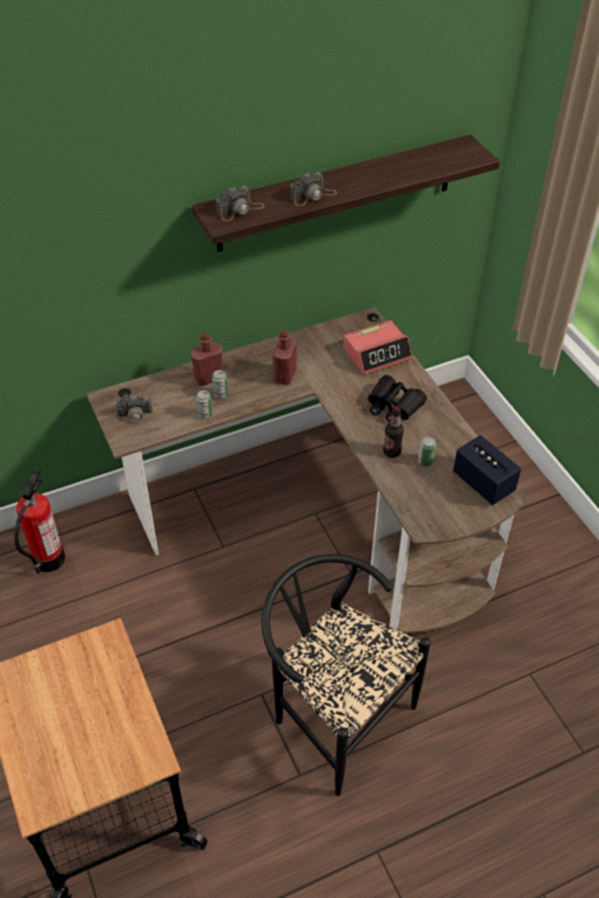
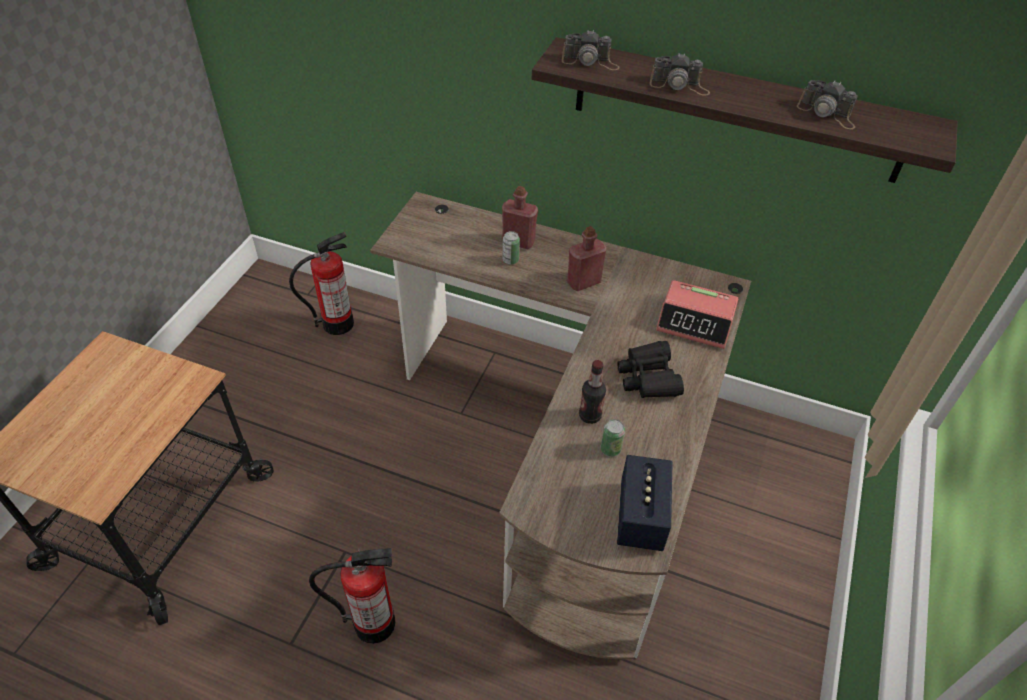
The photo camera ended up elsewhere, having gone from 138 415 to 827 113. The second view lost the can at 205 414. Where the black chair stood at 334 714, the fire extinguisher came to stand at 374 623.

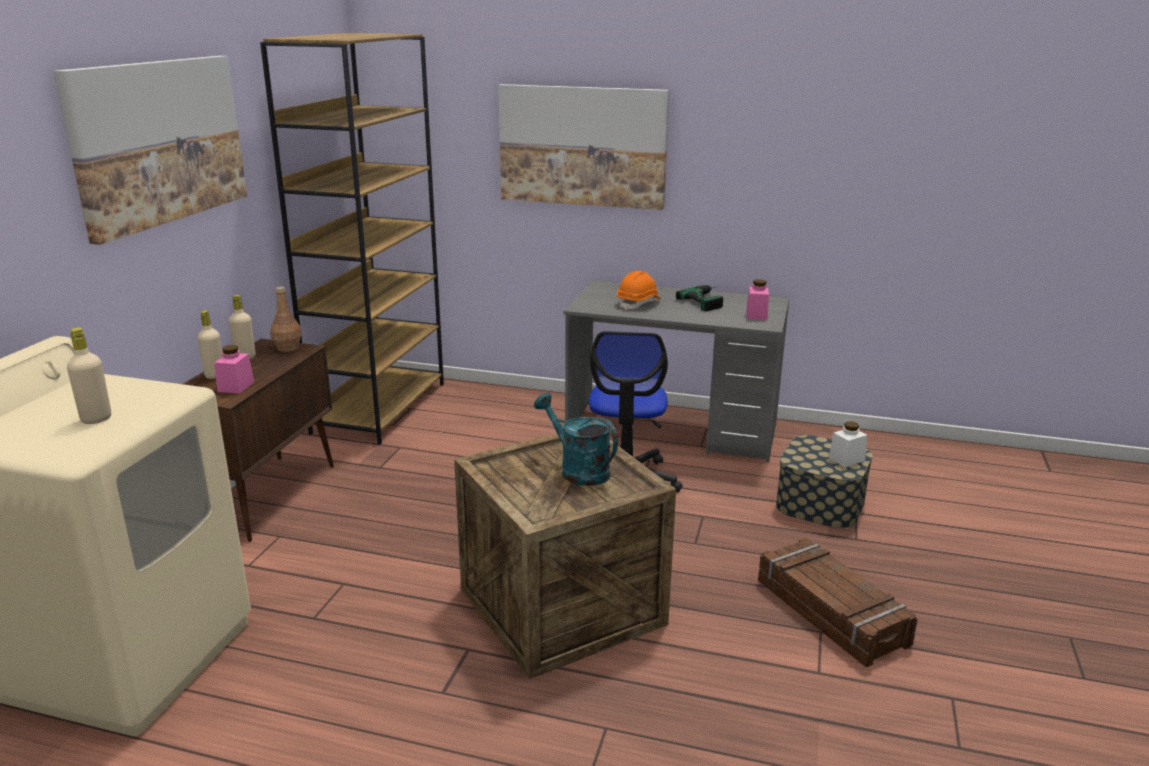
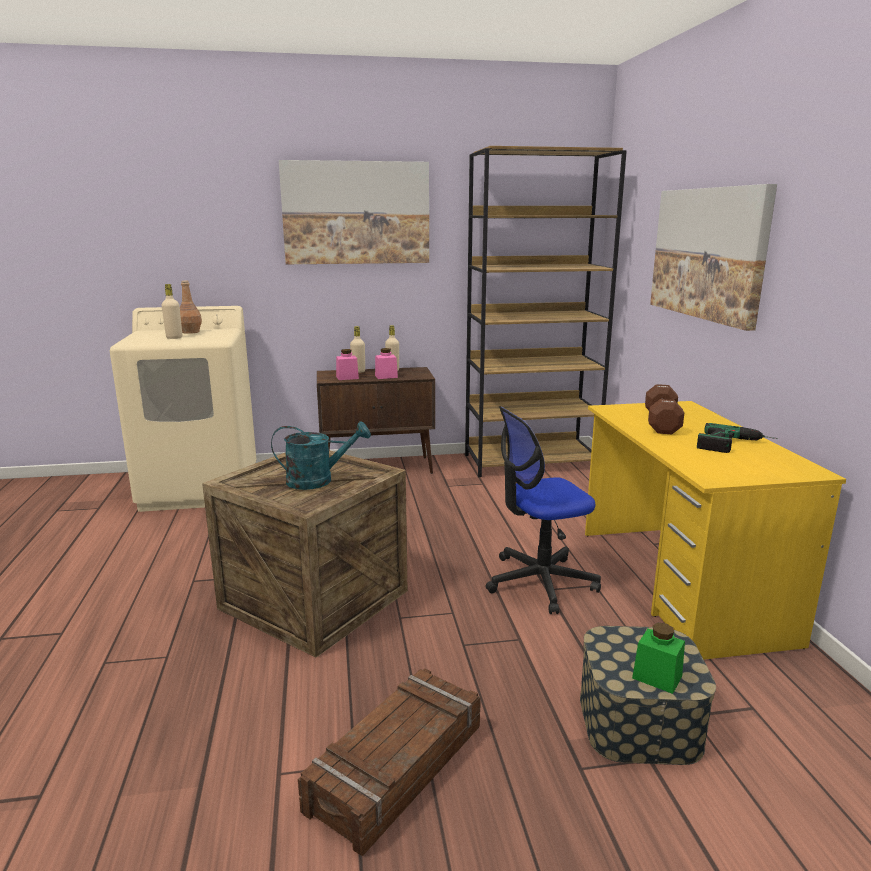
The brown bottle ended up elsewhere, having gone from 288 348 to 191 332. The turquoise watering can at 578 469 ended up facing another way, 60 degrees clockwise from before. What was the grey desk at 672 429 turned into the yellow desk at 679 584. Where the orange hard hat stood at 638 303, the brown dumbbell came to stand at 661 423. The pink jar ended up elsewhere, having gone from 756 315 to 386 376. What was the white jar at 846 459 turned into the green jar at 657 677.

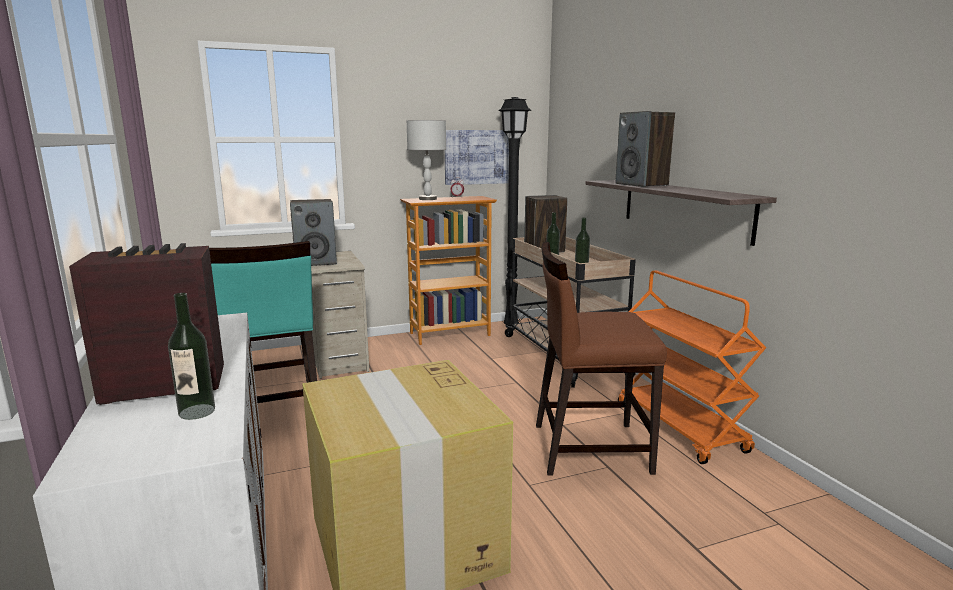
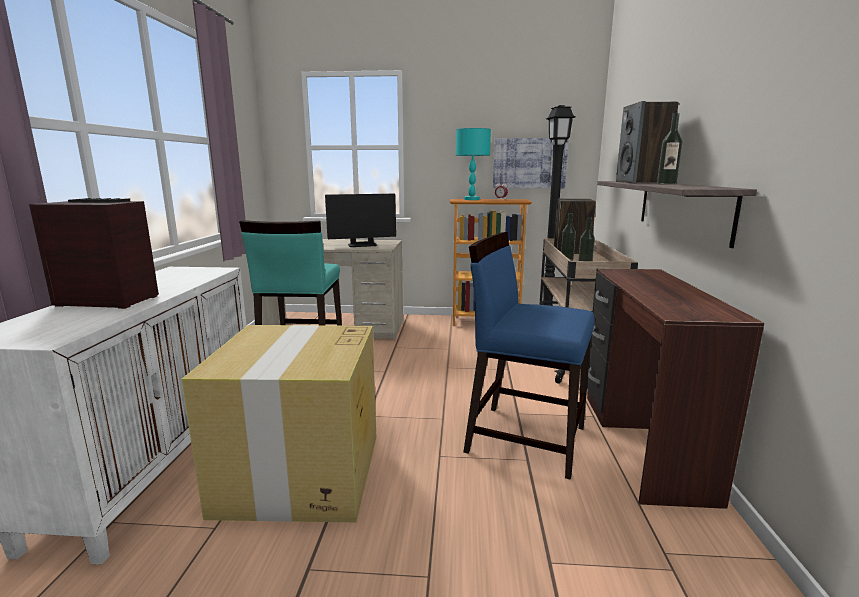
The bottle ended up elsewhere, having gone from 197 411 to 666 184. Where the speaker stood at 316 262, the monitor came to stand at 362 245. What was the grey table lamp at 428 199 turned into the turquoise table lamp at 472 199. What was the brown chair at 589 447 turned into the blue chair at 524 438. Where the orange cart stood at 680 427, the brown desk came to stand at 640 443.

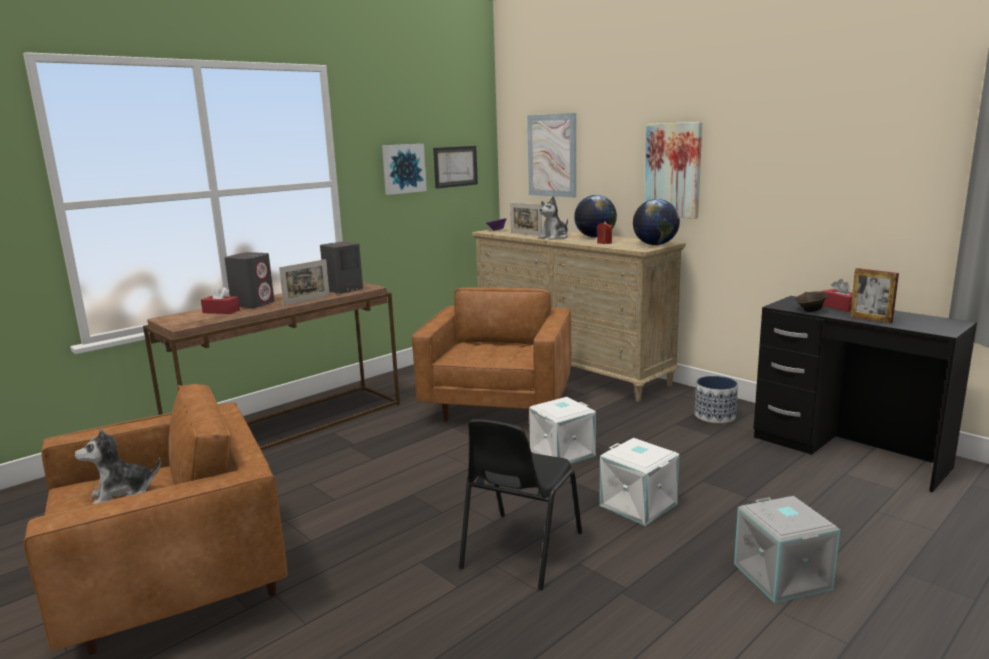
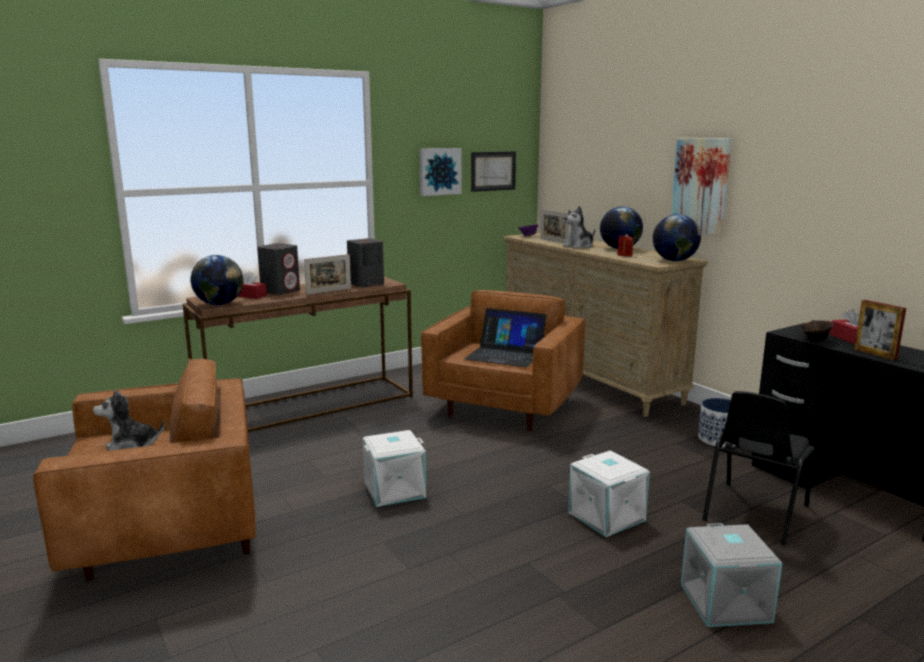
The black chair ended up elsewhere, having gone from 519 551 to 753 513. The second view lost the picture at 552 155. The white storage box ended up elsewhere, having gone from 562 452 to 394 489. The second view gained the globe at 219 304. The second view gained the laptop at 505 354.

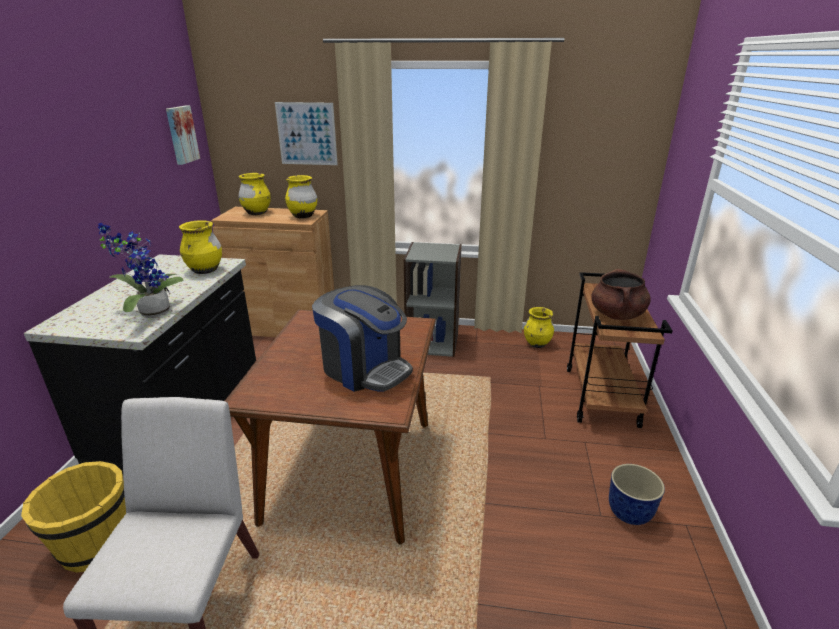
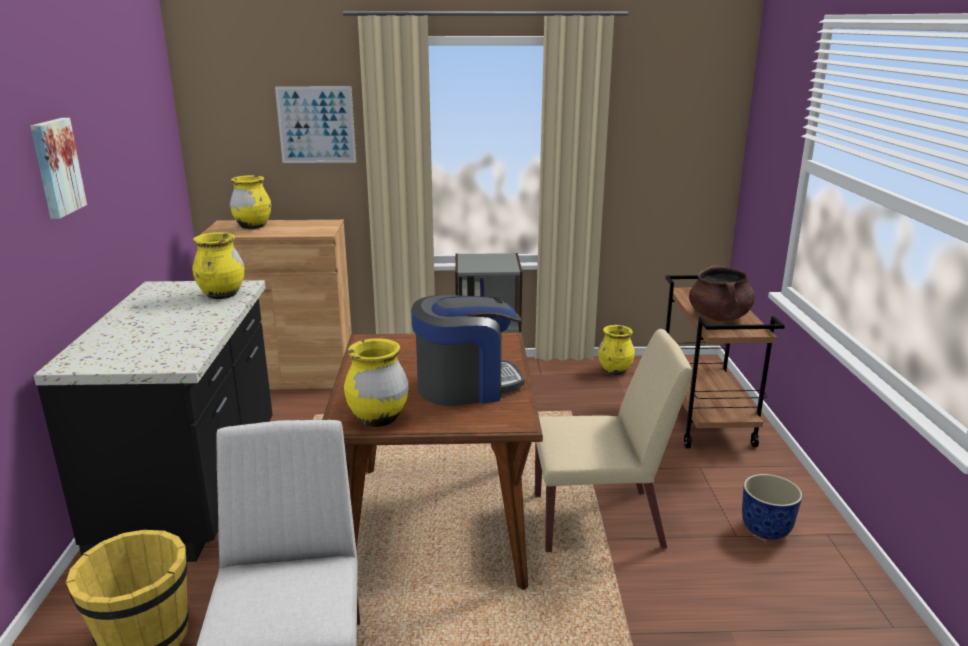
The second view lost the potted plant at 151 313. The picture ended up elsewhere, having gone from 181 134 to 55 167. The yellow vase ended up elsewhere, having gone from 303 216 to 378 419. The coffee machine at 364 369 ended up facing another way, 45 degrees counterclockwise from before. The second view gained the beige chair at 599 521.

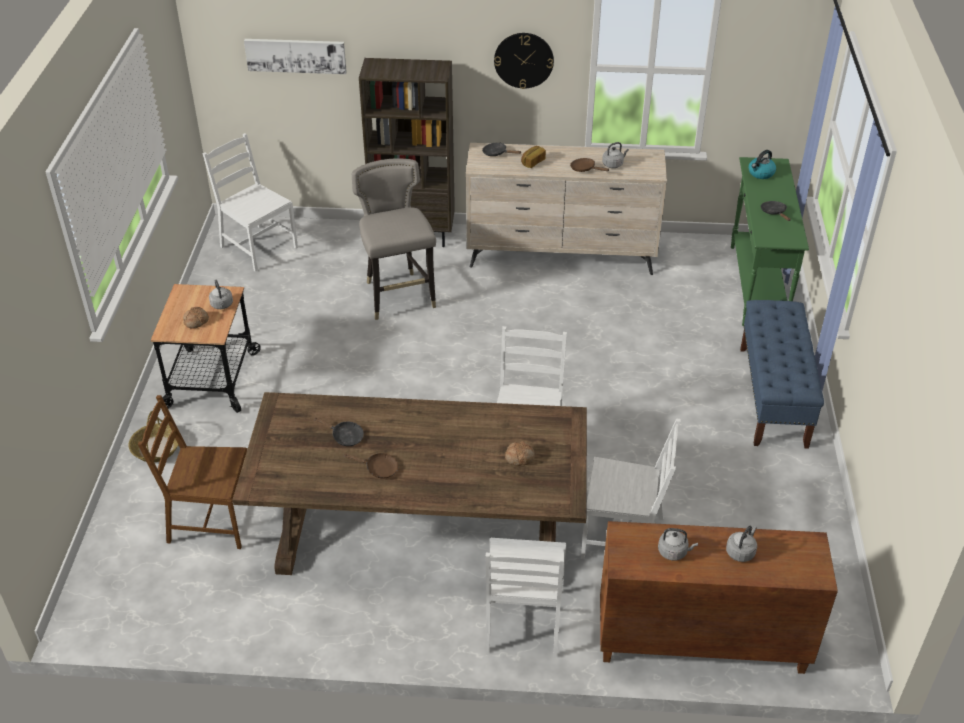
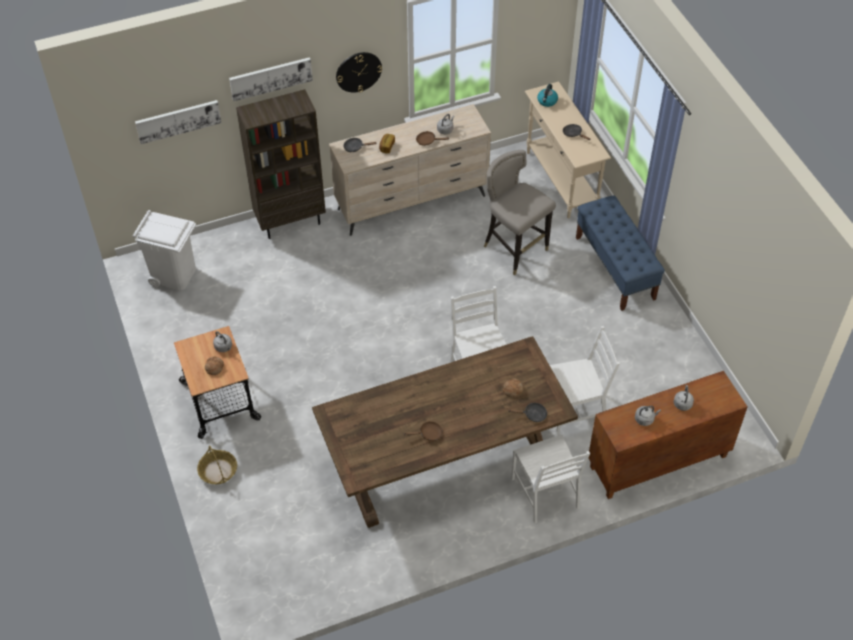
The second view lost the brown chair at 210 520. Where the white chair stood at 257 247, the white trash can came to stand at 174 275. The black frying pan ended up elsewhere, having gone from 344 436 to 532 414. The grey stool ended up elsewhere, having gone from 398 295 to 514 249. What was the green console table at 756 286 turned into the beige console table at 561 181. The second view gained the picture at 270 78.

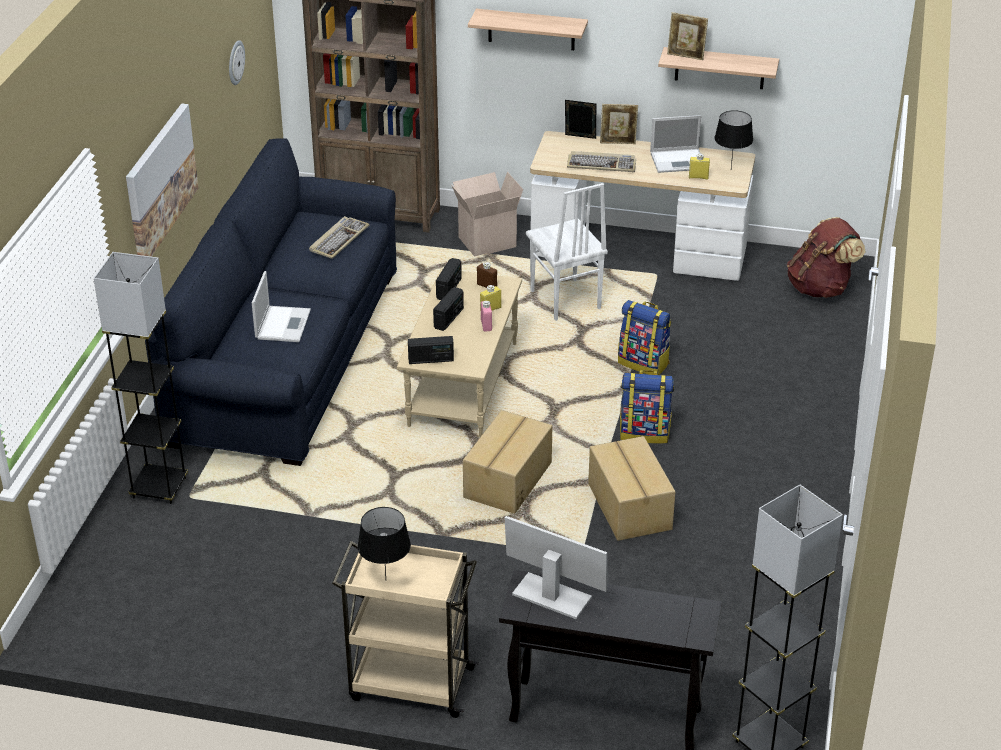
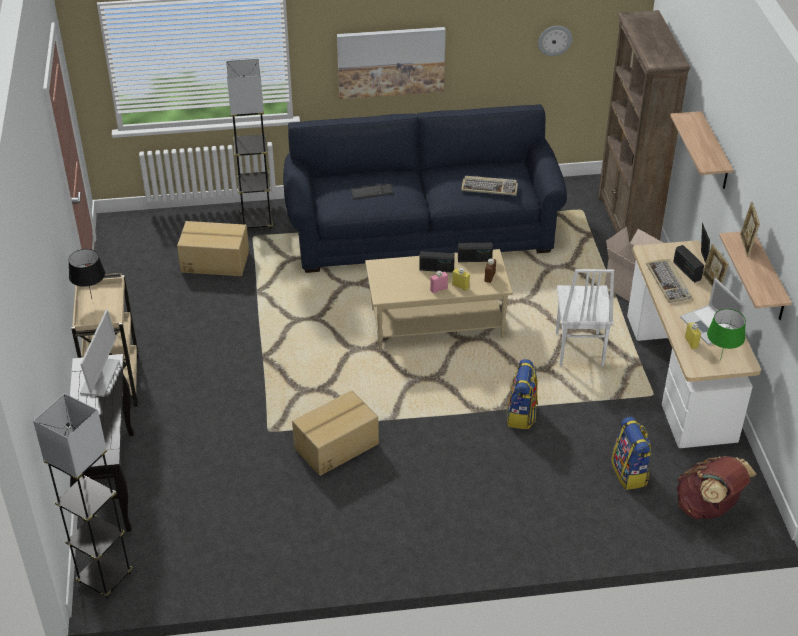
Where the laptop stood at 283 324, the keyboard came to stand at 372 192. The radio ended up elsewhere, having gone from 431 360 to 686 271. The cardboard box ended up elsewhere, having gone from 506 480 to 215 261. The white chair at 564 301 ended up facing another way, 45 degrees counterclockwise from before. The backpack ended up elsewhere, having gone from 645 433 to 630 473. What was the black table lamp at 730 169 turned into the green table lamp at 720 360.

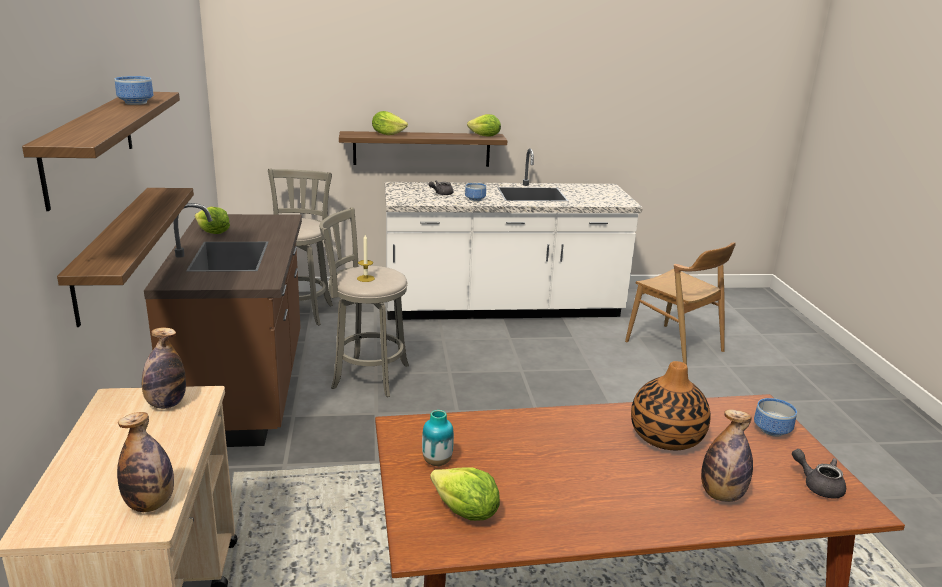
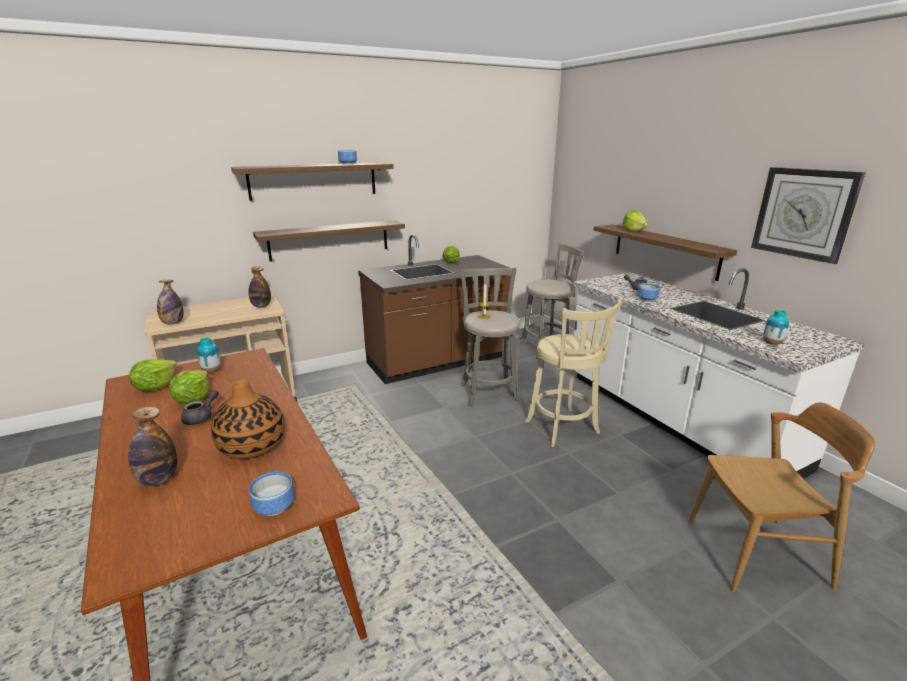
The lettuce ended up elsewhere, having gone from 485 136 to 193 399. The brown chair at 674 346 ended up facing another way, 120 degrees counterclockwise from before. The grey teapot ended up elsewhere, having gone from 818 485 to 202 417. The second view gained the beige stool at 564 429. The second view gained the wall clock at 804 213. The second view gained the vase at 771 343.

